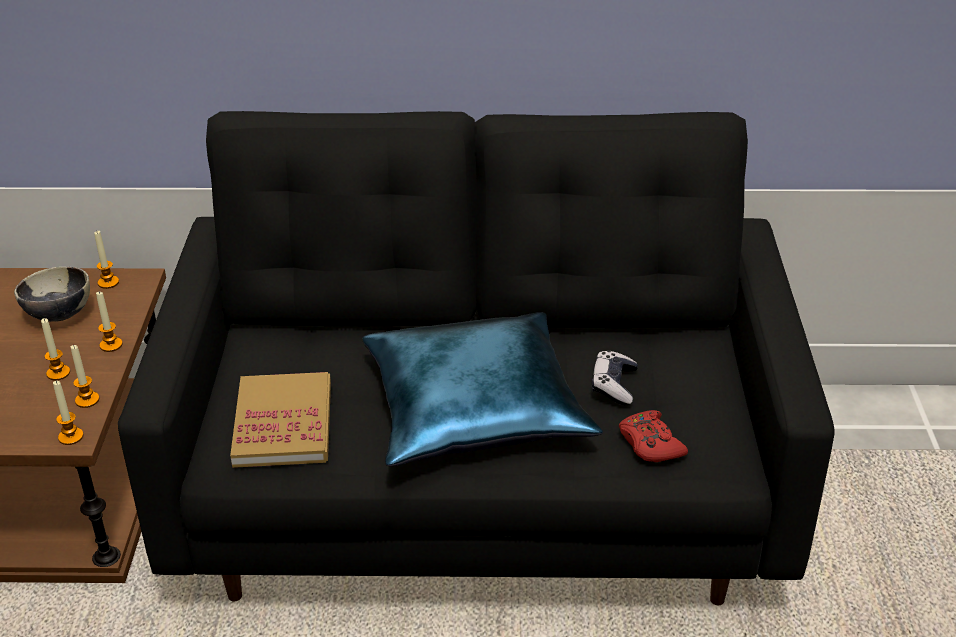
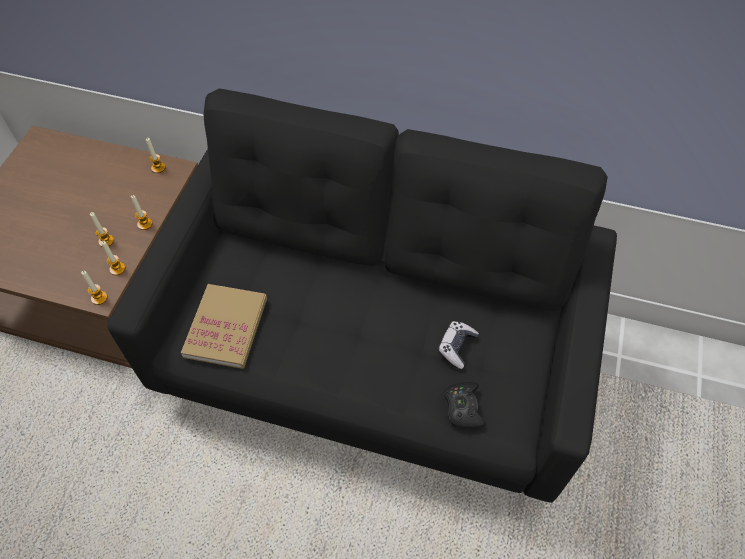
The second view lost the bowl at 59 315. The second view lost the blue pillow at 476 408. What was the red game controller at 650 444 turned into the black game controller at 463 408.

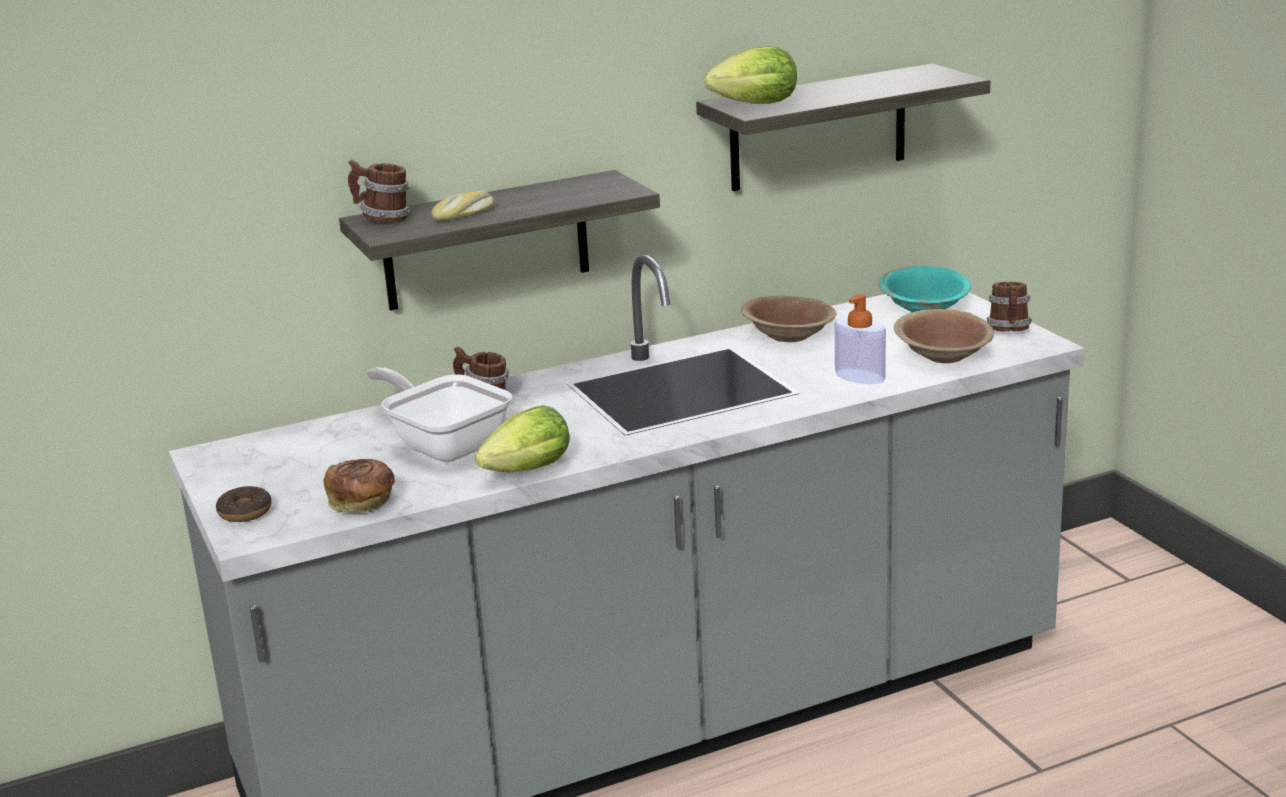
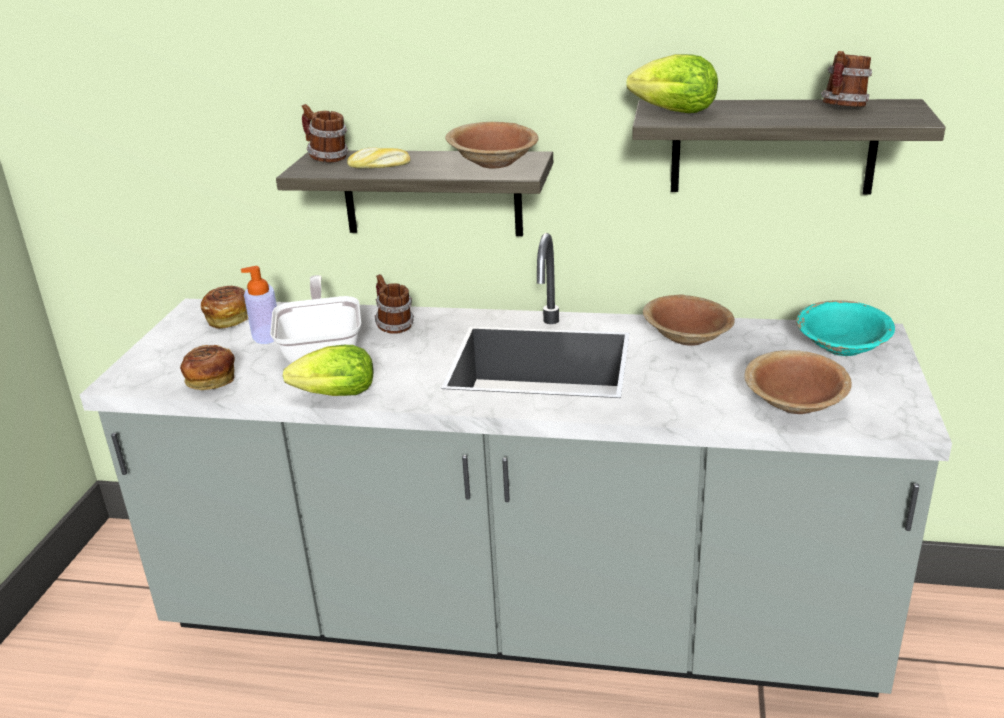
The second view lost the donut at 245 512. The soap dispenser ended up elsewhere, having gone from 859 376 to 266 334. The mug ended up elsewhere, having gone from 1009 331 to 843 107. The second view gained the bread at 228 318. The second view gained the brown bowl at 493 163.

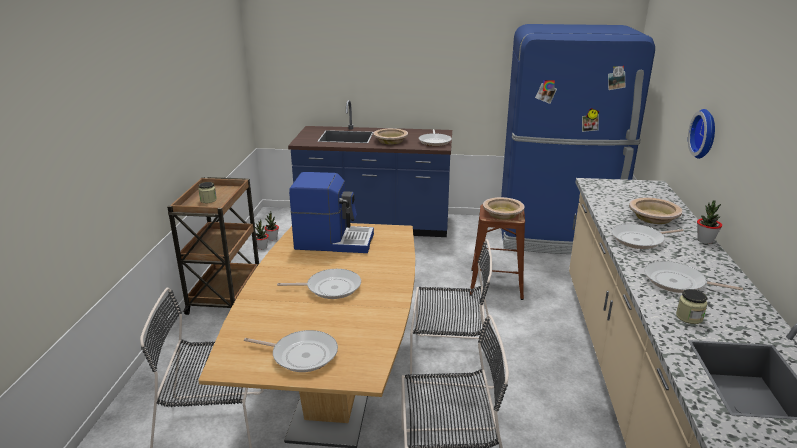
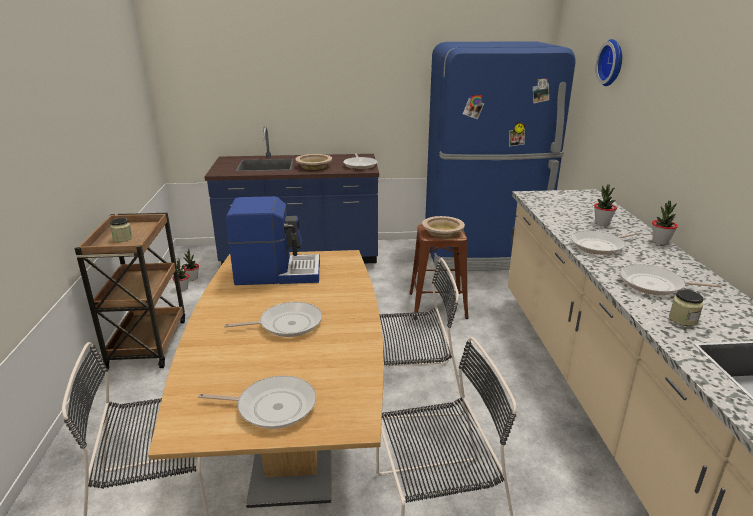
Where the beige bowl stood at 653 217, the potted plant came to stand at 602 223. The wall clock ended up elsewhere, having gone from 706 134 to 612 62.

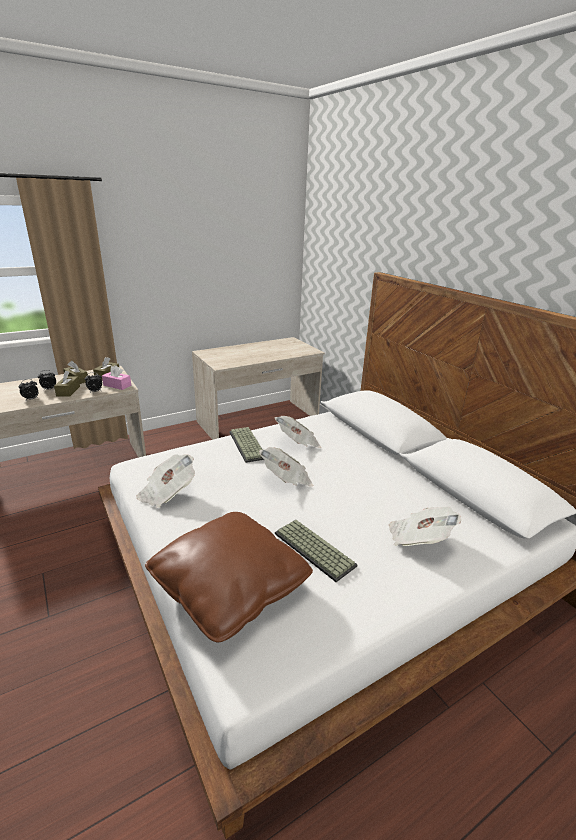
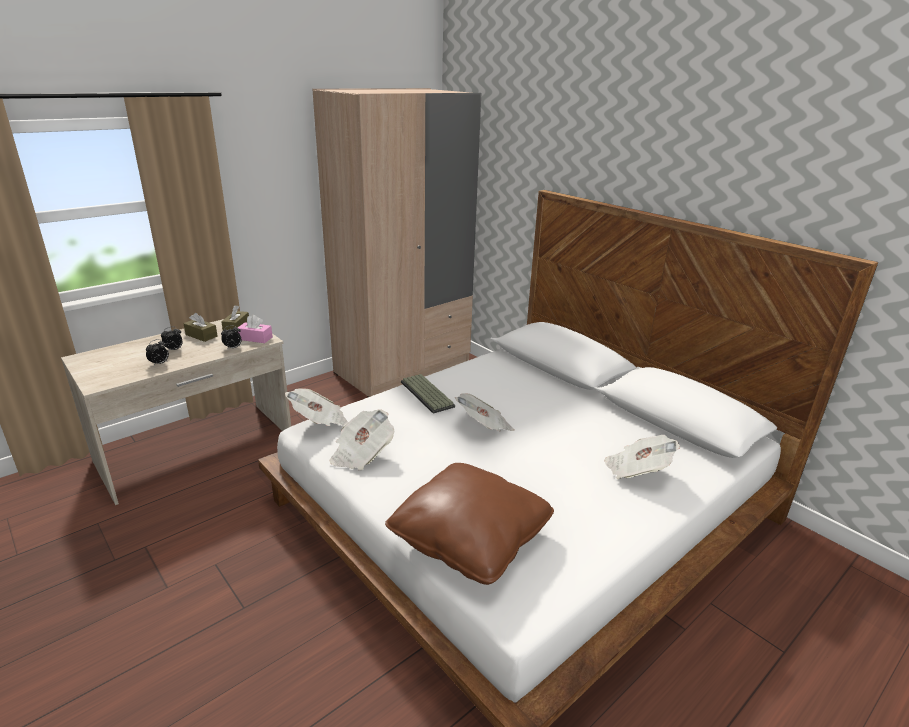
The second view lost the brown tissue box at 68 391. Where the beige desk stood at 258 421, the beige wardrobe came to stand at 403 367. The newspaper ended up elsewhere, having gone from 298 443 to 319 421. The second view lost the keyboard at 312 549.

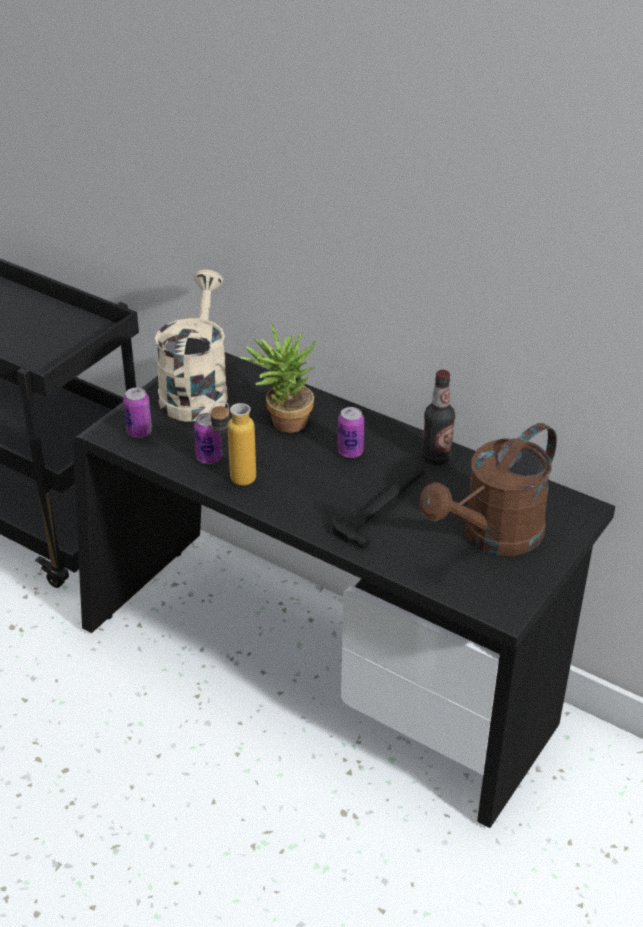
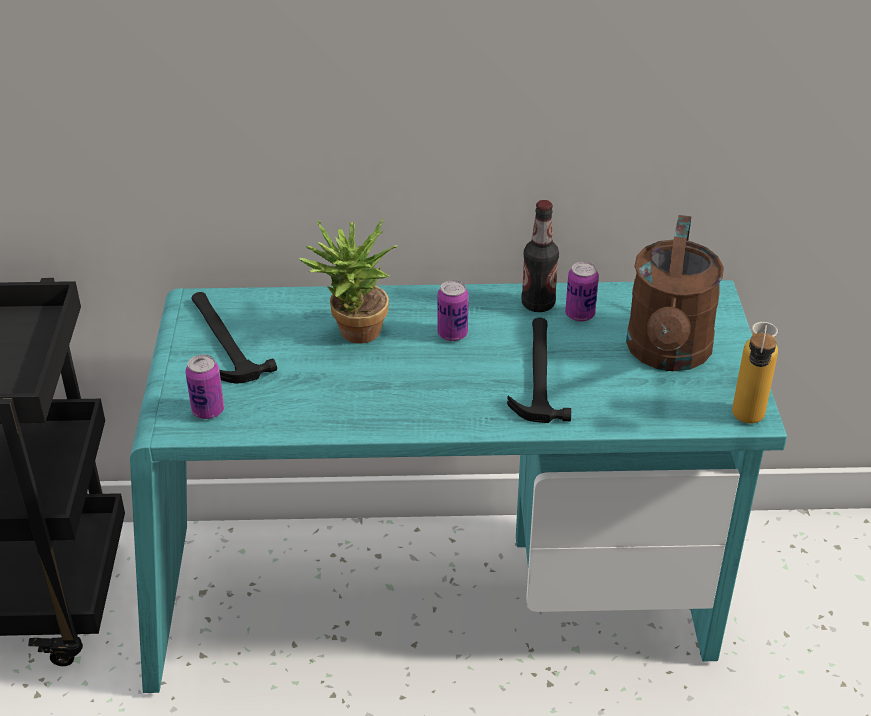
What was the black desk at 320 673 turned into the turquoise desk at 435 603. Where the beige watering can stood at 195 390, the hammer came to stand at 222 340. The can ended up elsewhere, having gone from 209 458 to 580 314. The bottle ended up elsewhere, having gone from 234 483 to 746 423.

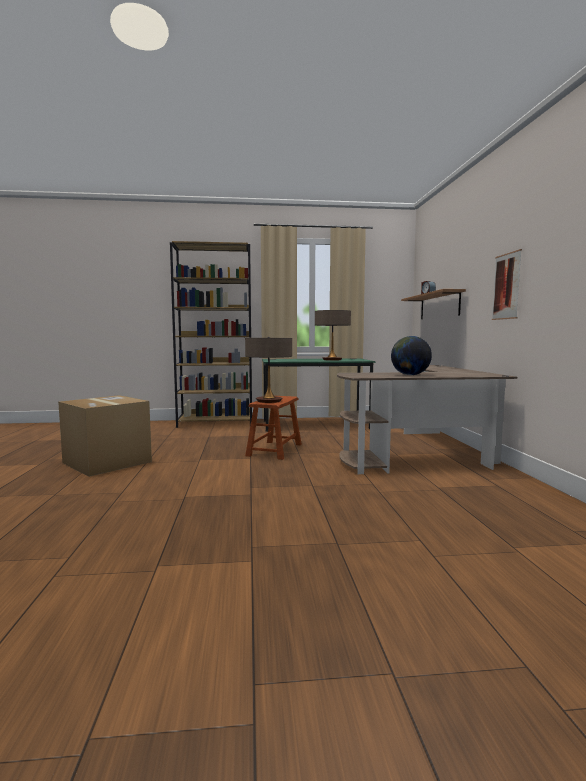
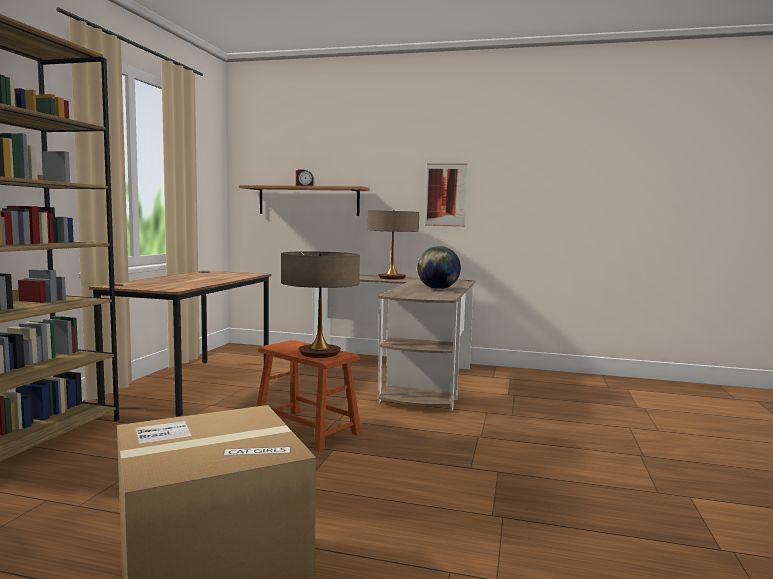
What was the green desk at 315 425 turned into the brown desk at 194 385. The table lamp ended up elsewhere, having gone from 332 360 to 391 278.

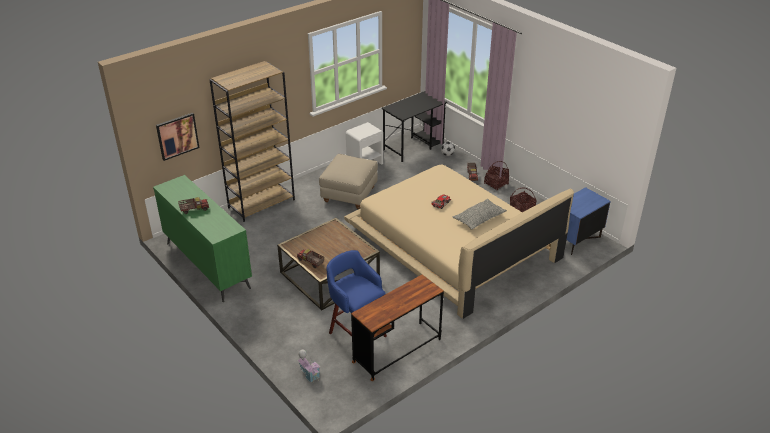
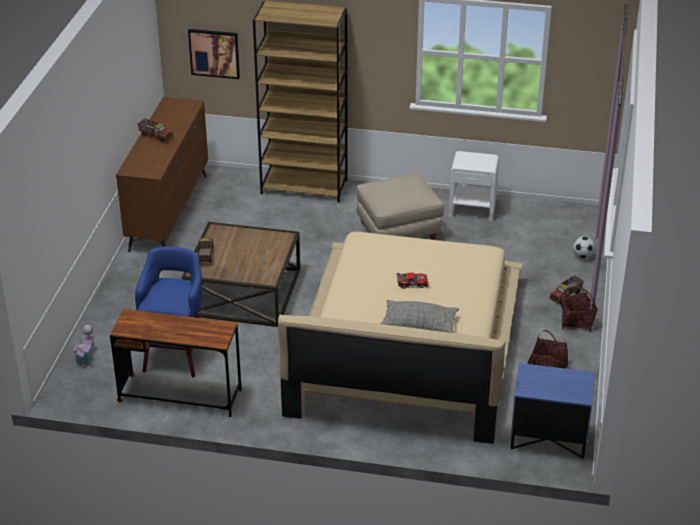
What was the green dresser at 207 264 turned into the brown dresser at 169 212. The second view lost the black desk at 413 146.

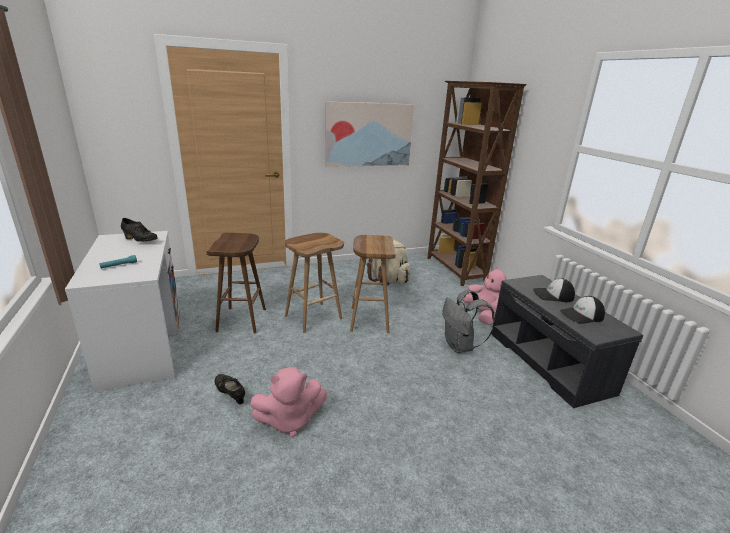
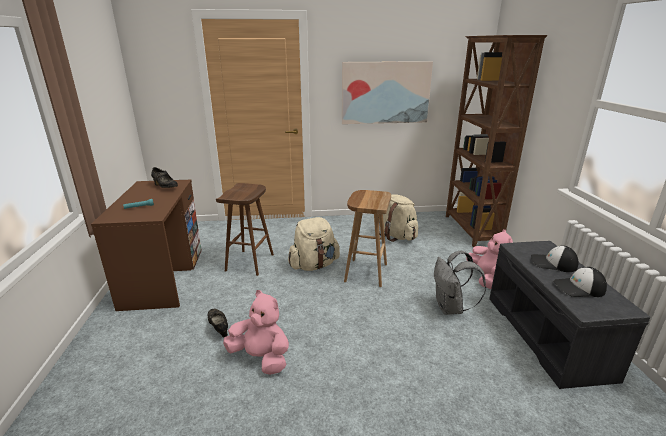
What was the white desk at 143 345 turned into the brown desk at 164 277. The pink plush toy at 289 420 ended up facing another way, 150 degrees counterclockwise from before. Where the brown stool stood at 313 317, the beige backpack came to stand at 314 265.

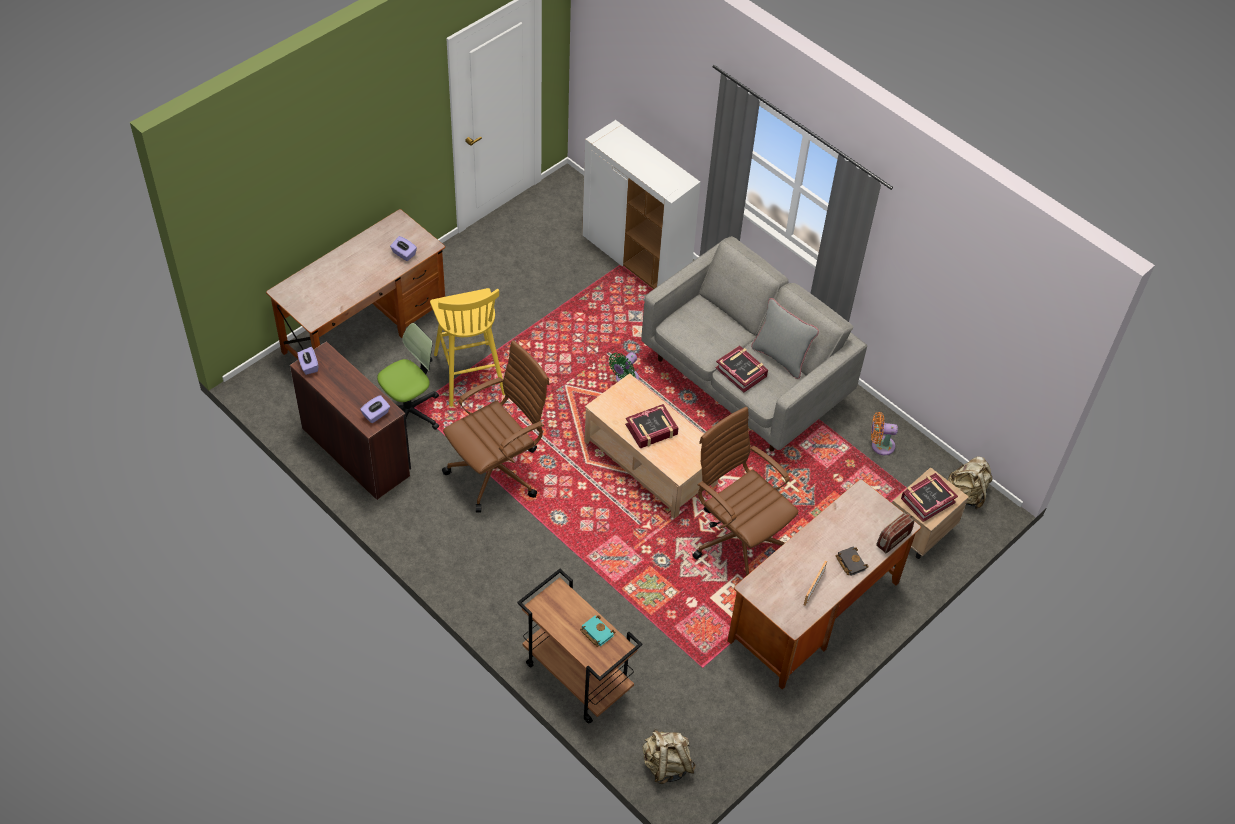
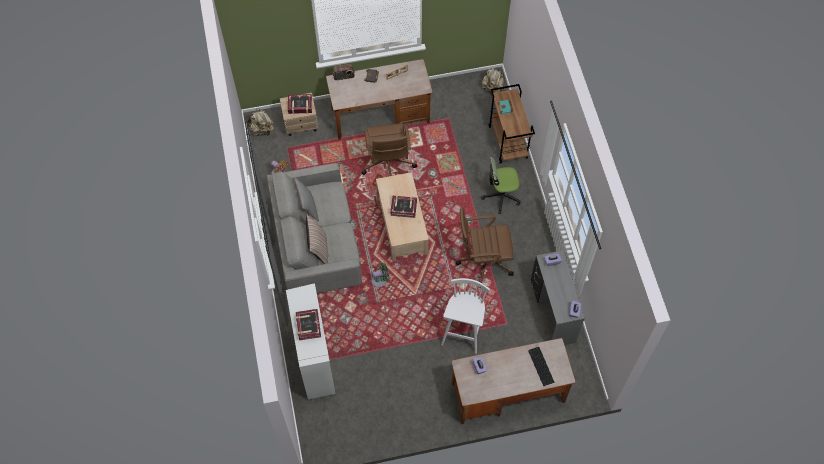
What was the brown desk at 357 450 turned into the grey desk at 551 312. The office chair ended up elsewhere, having gone from 409 412 to 501 196. What was the yellow stool at 469 373 turned into the white stool at 463 330. The book ended up elsewhere, having gone from 741 372 to 308 326. The second view gained the pillow at 318 249. The second view gained the keyboard at 540 367.

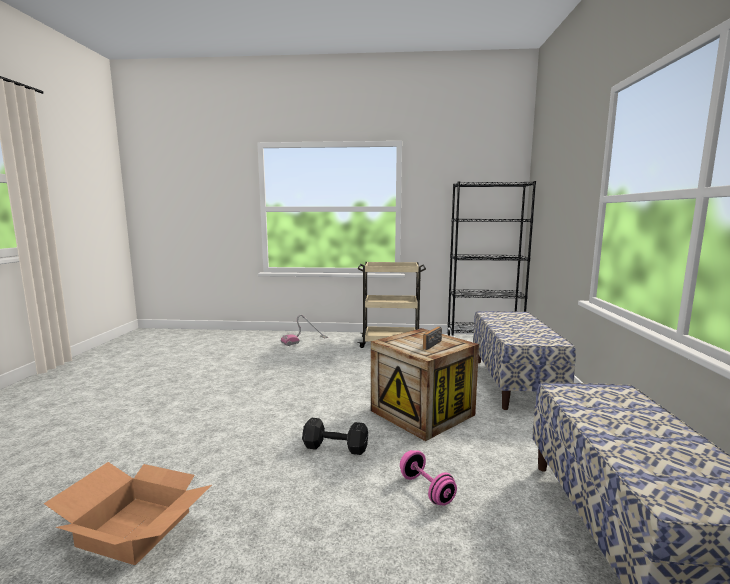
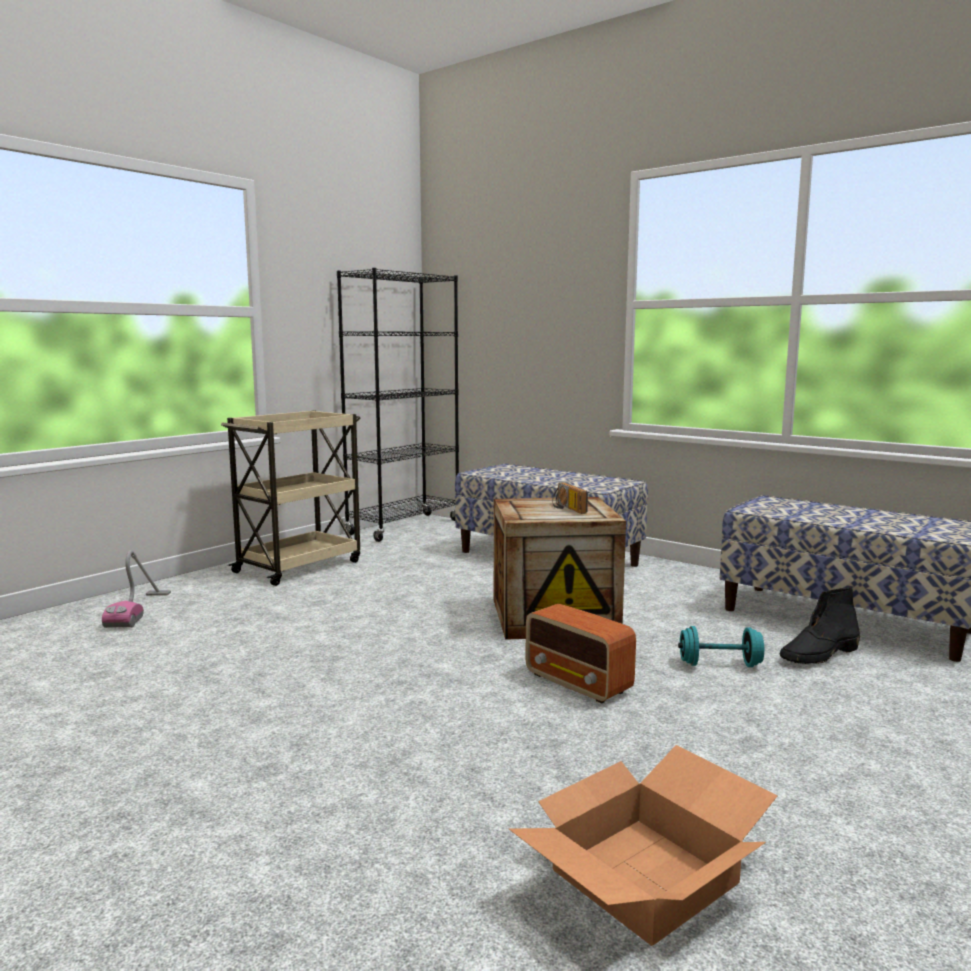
Where the black dumbbell stood at 336 448, the radio came to stand at 578 684. What was the pink dumbbell at 426 489 turned into the turquoise dumbbell at 720 664. The second view gained the black boot at 819 655.

